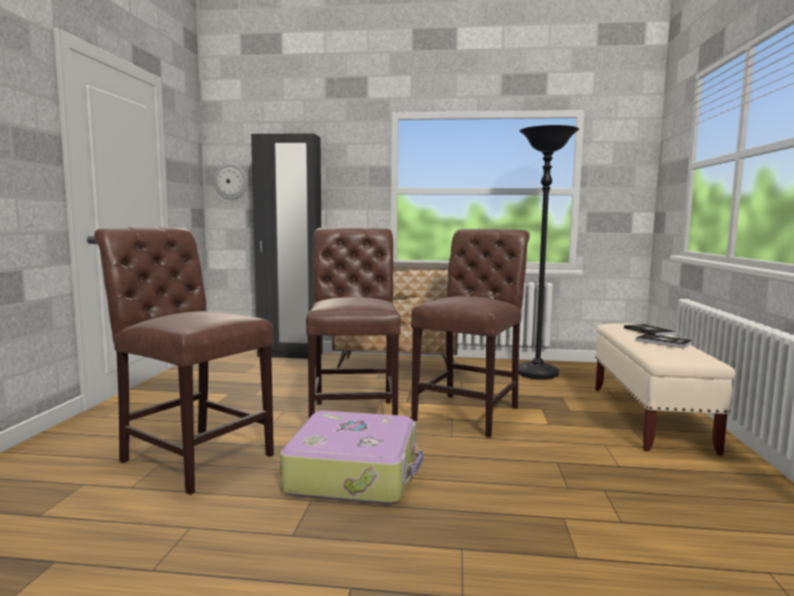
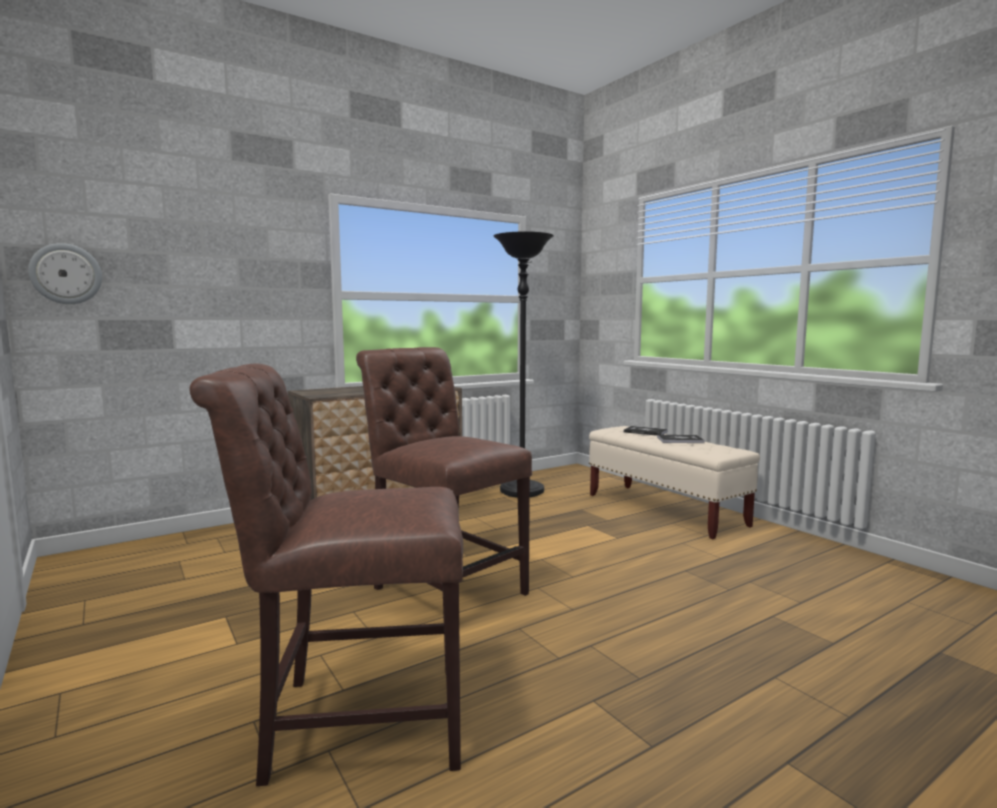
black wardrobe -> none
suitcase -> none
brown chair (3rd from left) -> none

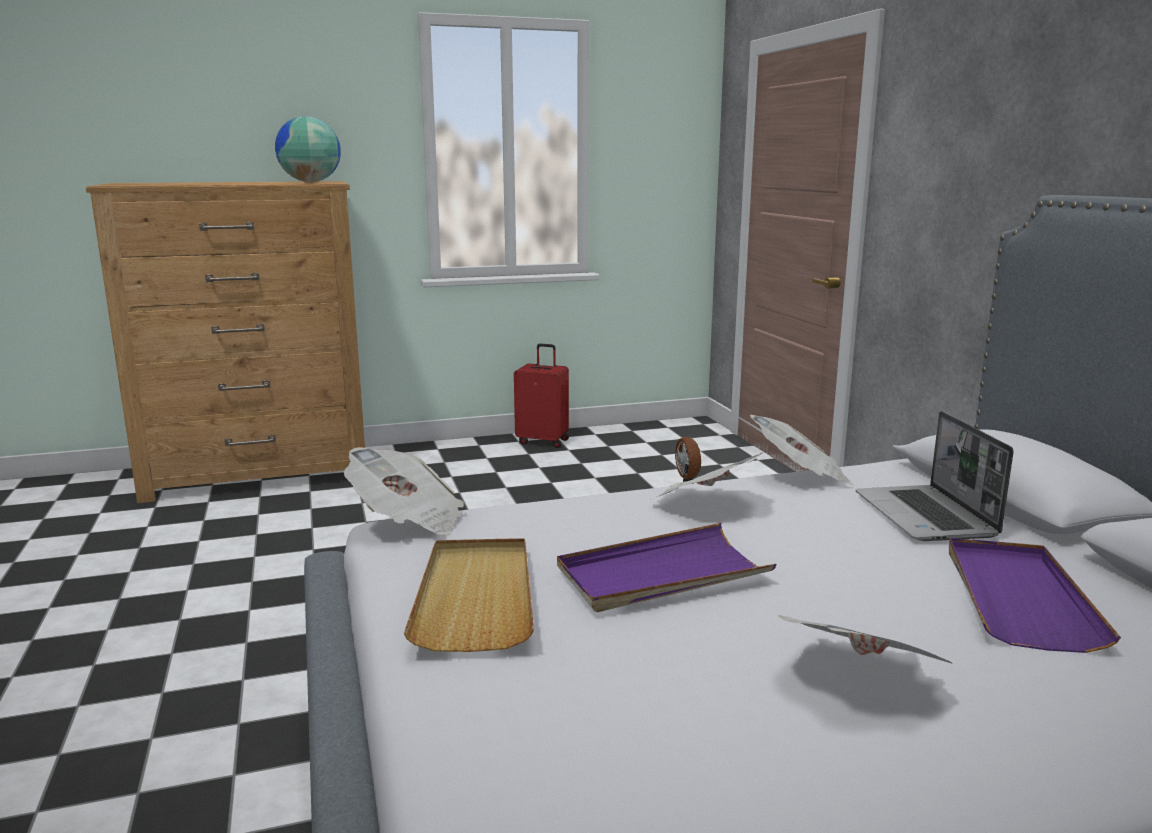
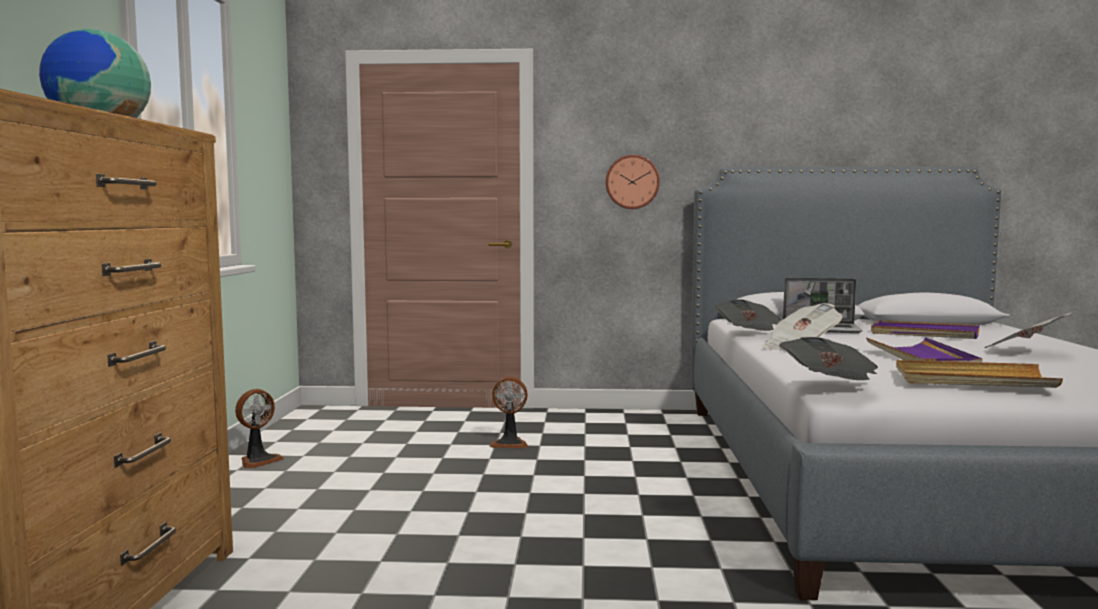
red suitcase -> fan (1st from left)
none -> wall clock

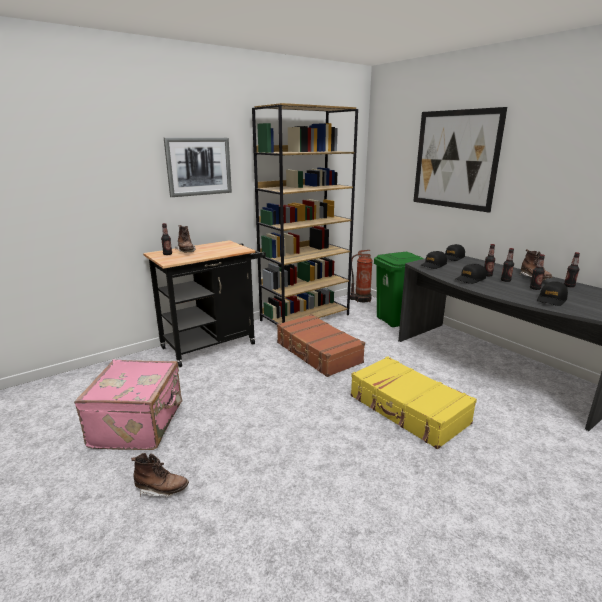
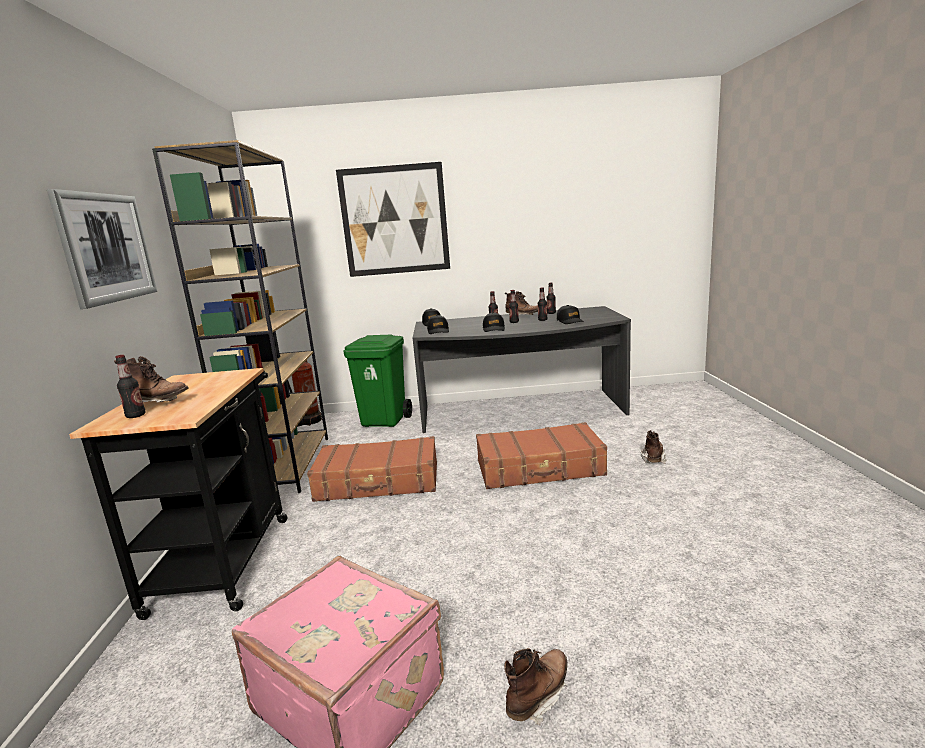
yellow suitcase -> brown suitcase (2nd from left)
none -> brown boot (4th from left)

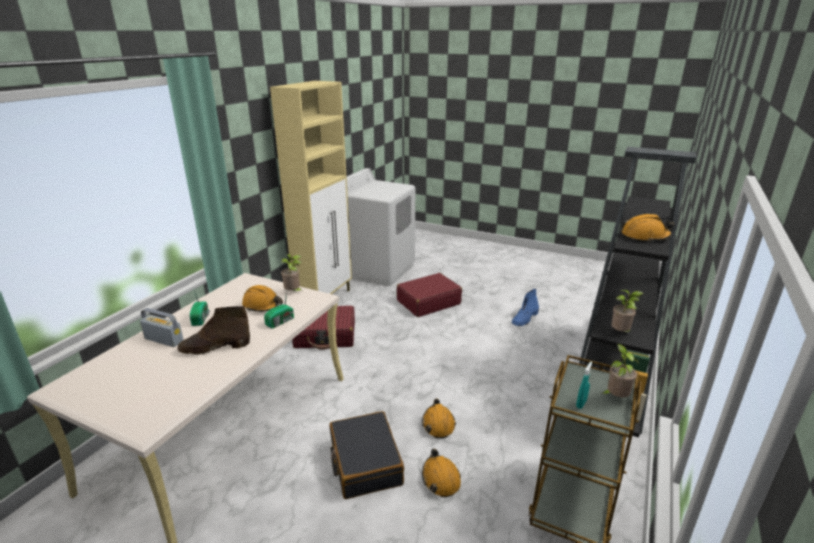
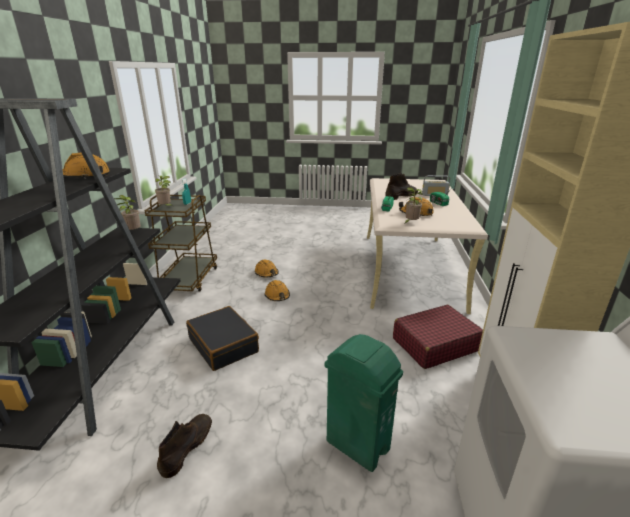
black suitcase, move
red suitcase (2nd from left) -> green trash can
blue boot -> brown boot (1st from left)

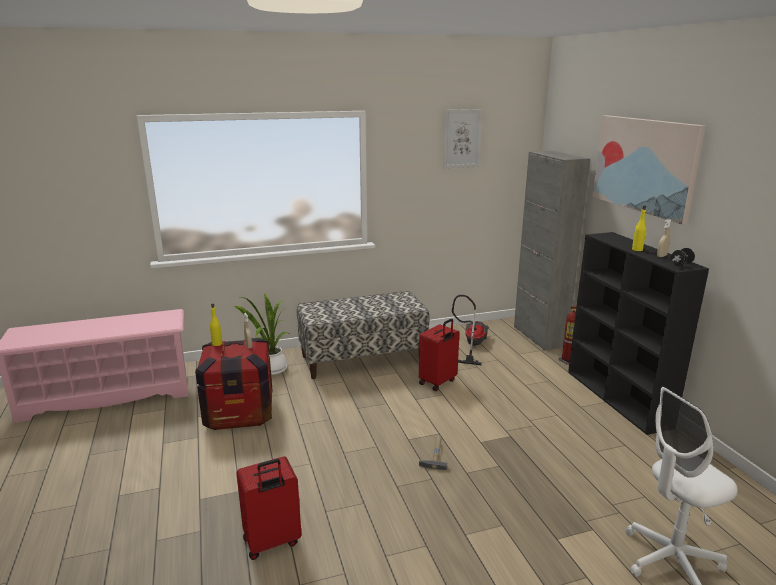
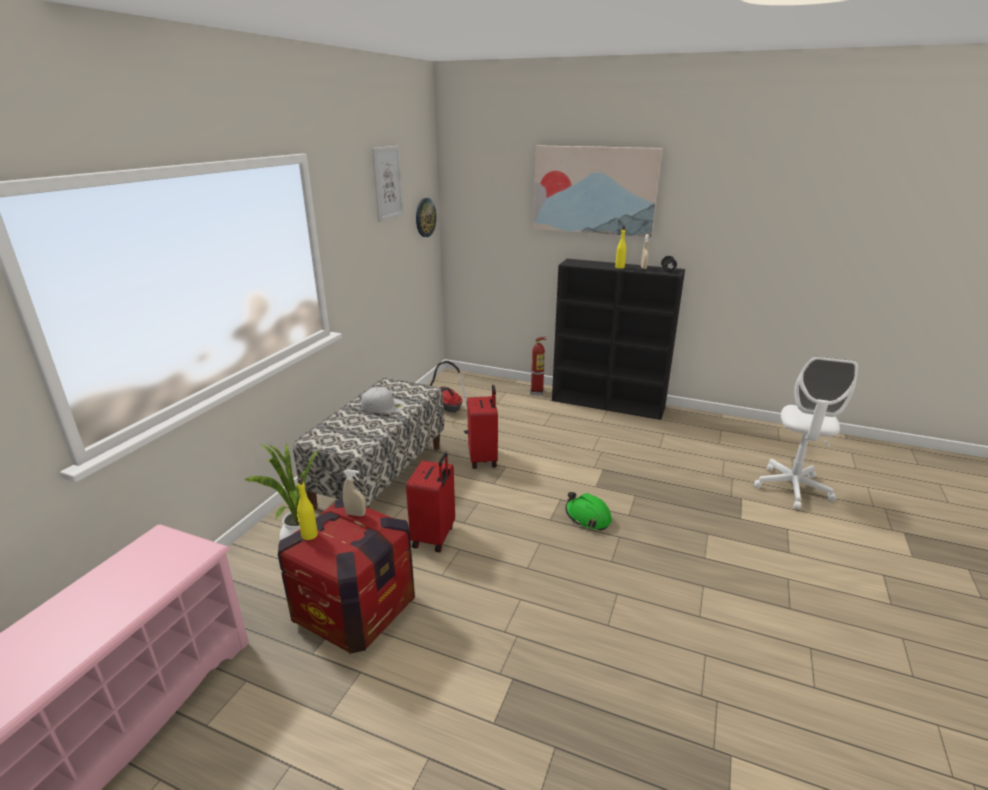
red suitcase (1st from left), move
hammer -> green hard hat
grey cabinet -> none
none -> white cap
none -> wall clock

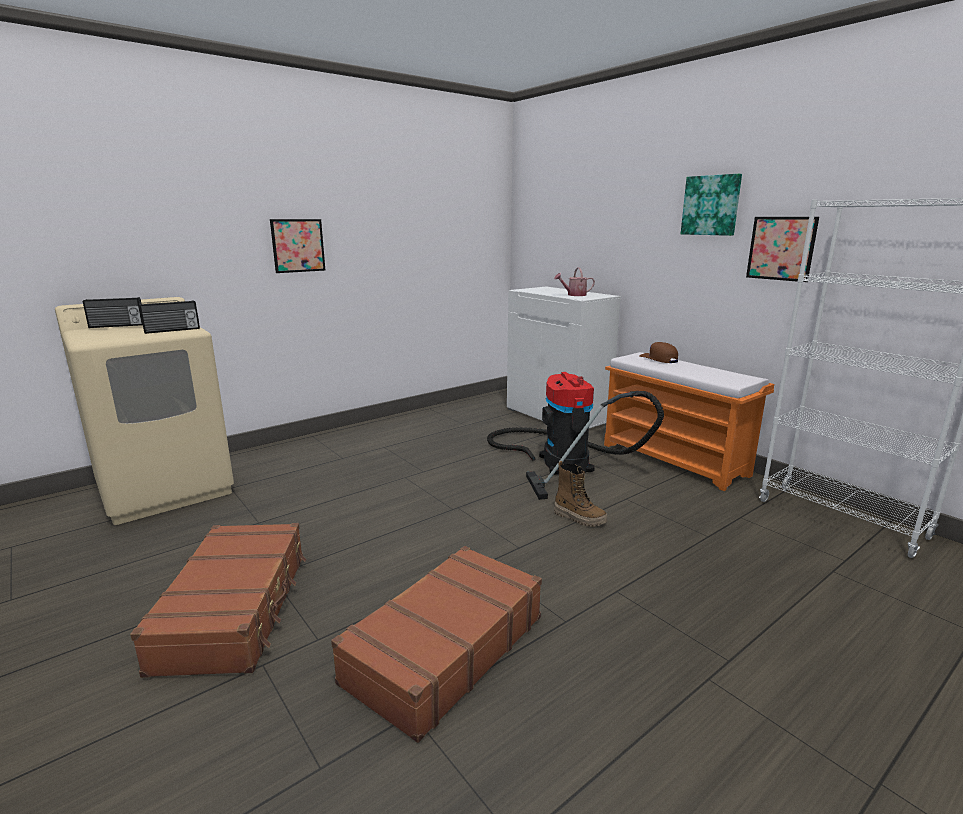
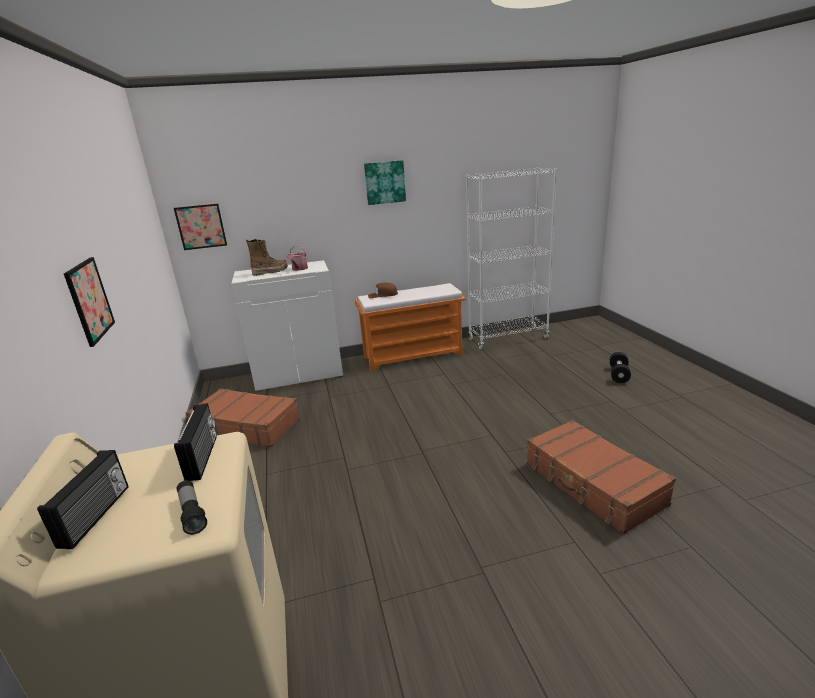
brown suitcase (1st from left), move
vacuum cleaner -> none
boot, move
picture (3rd from left in the first image) -> picture (2nd from left), move
none -> flashlight
none -> black dumbbell

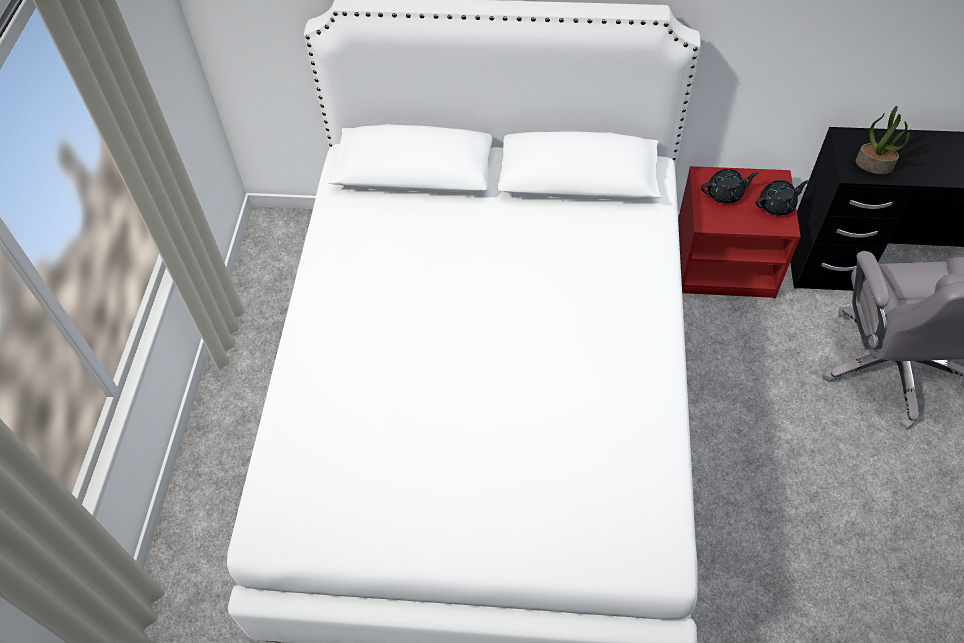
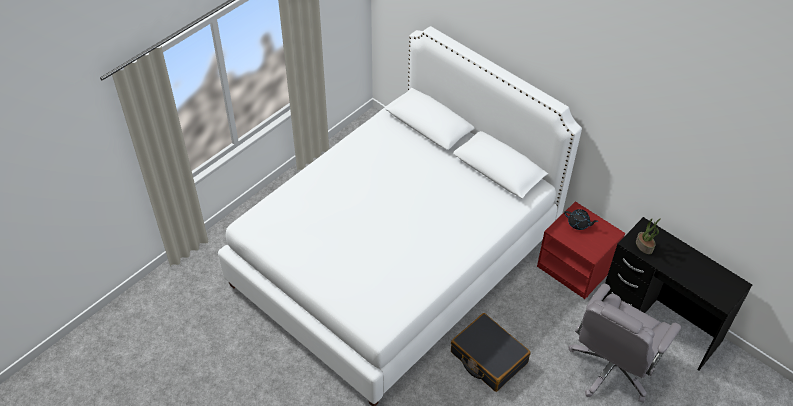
black teapot (2nd from left) -> none
none -> black suitcase

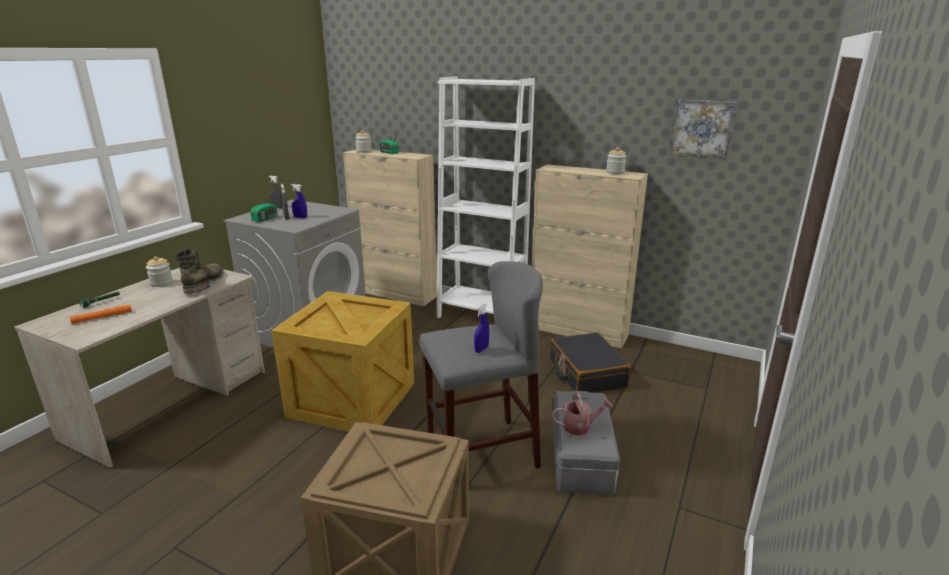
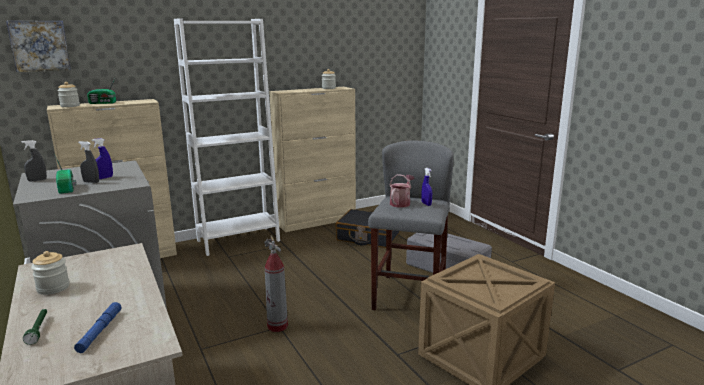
orange flashlight -> blue flashlight
green boot -> none
crate (1st from left) -> fire extinguisher
watering can, move
picture, move

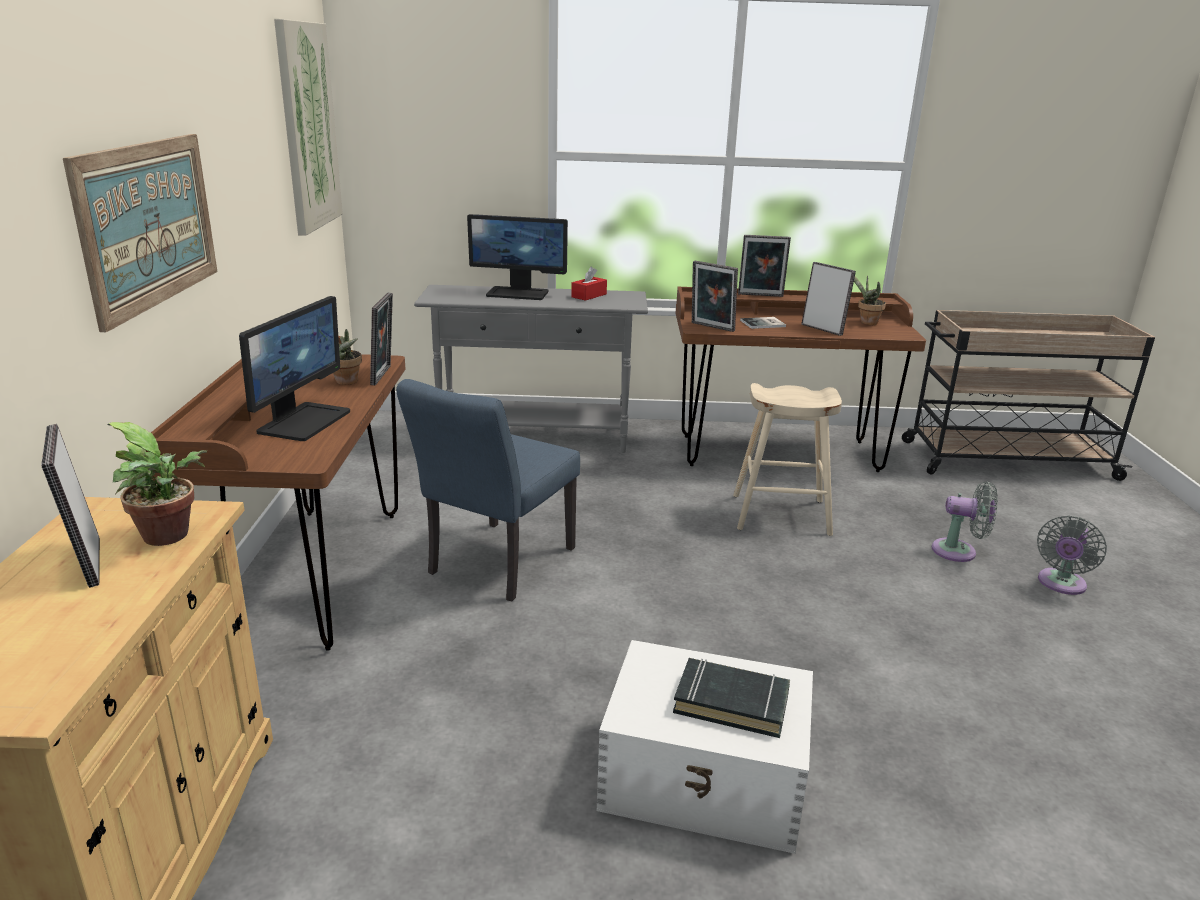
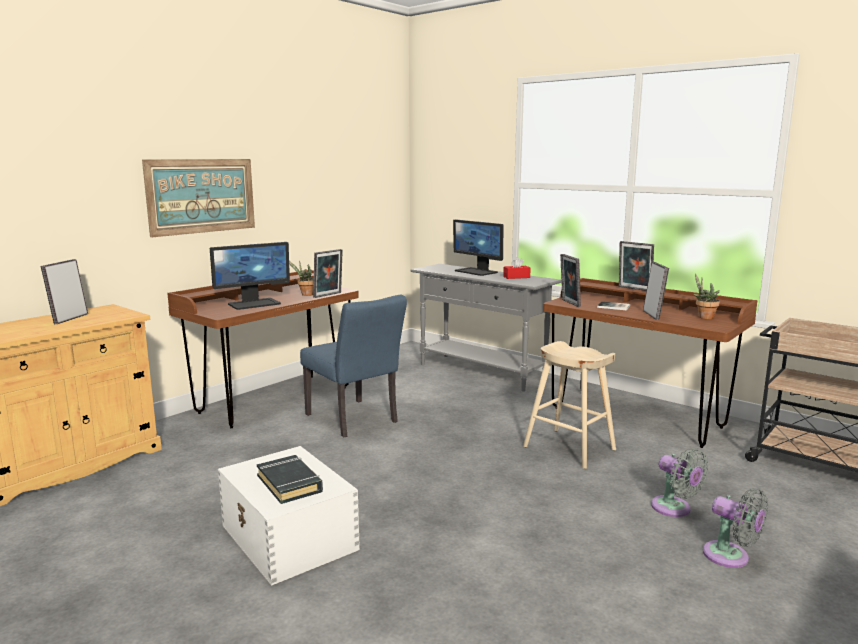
potted plant (1st from left) -> none
picture (2nd from left) -> none
blue chair, 105 degrees counterclockwise
grey fan (2nd from left), 120 degrees counterclockwise

